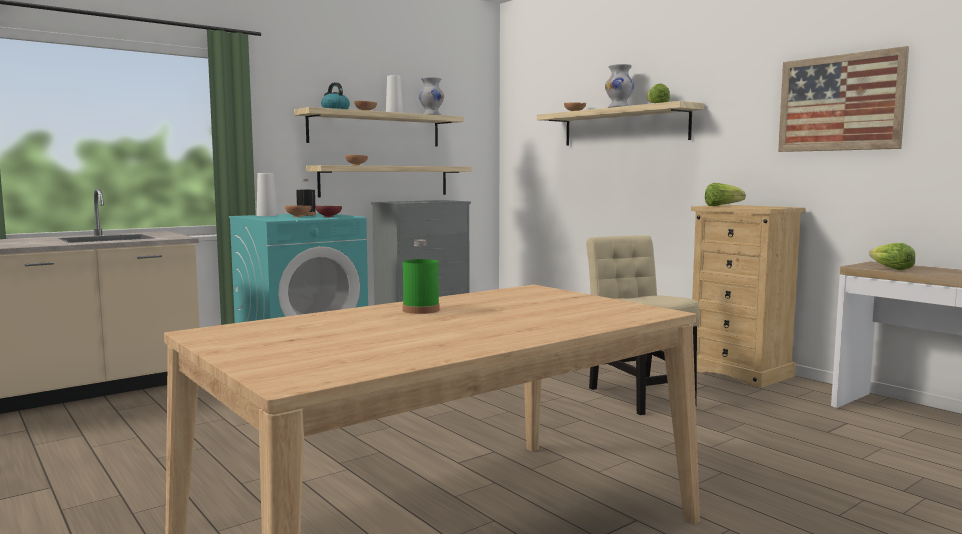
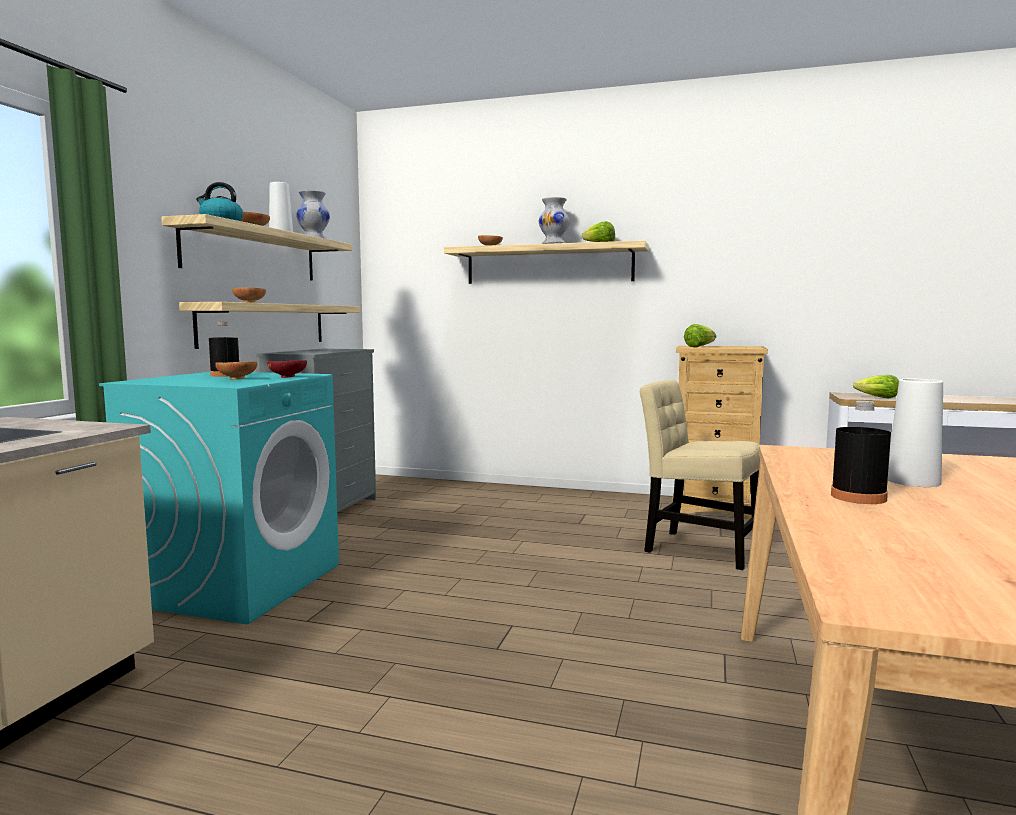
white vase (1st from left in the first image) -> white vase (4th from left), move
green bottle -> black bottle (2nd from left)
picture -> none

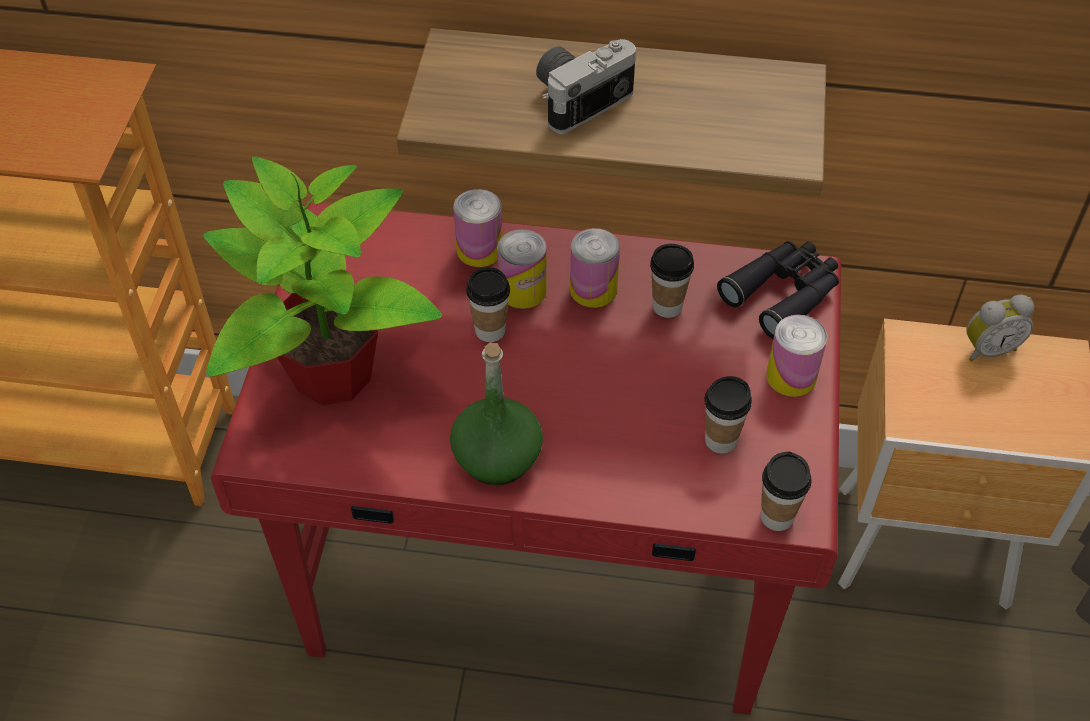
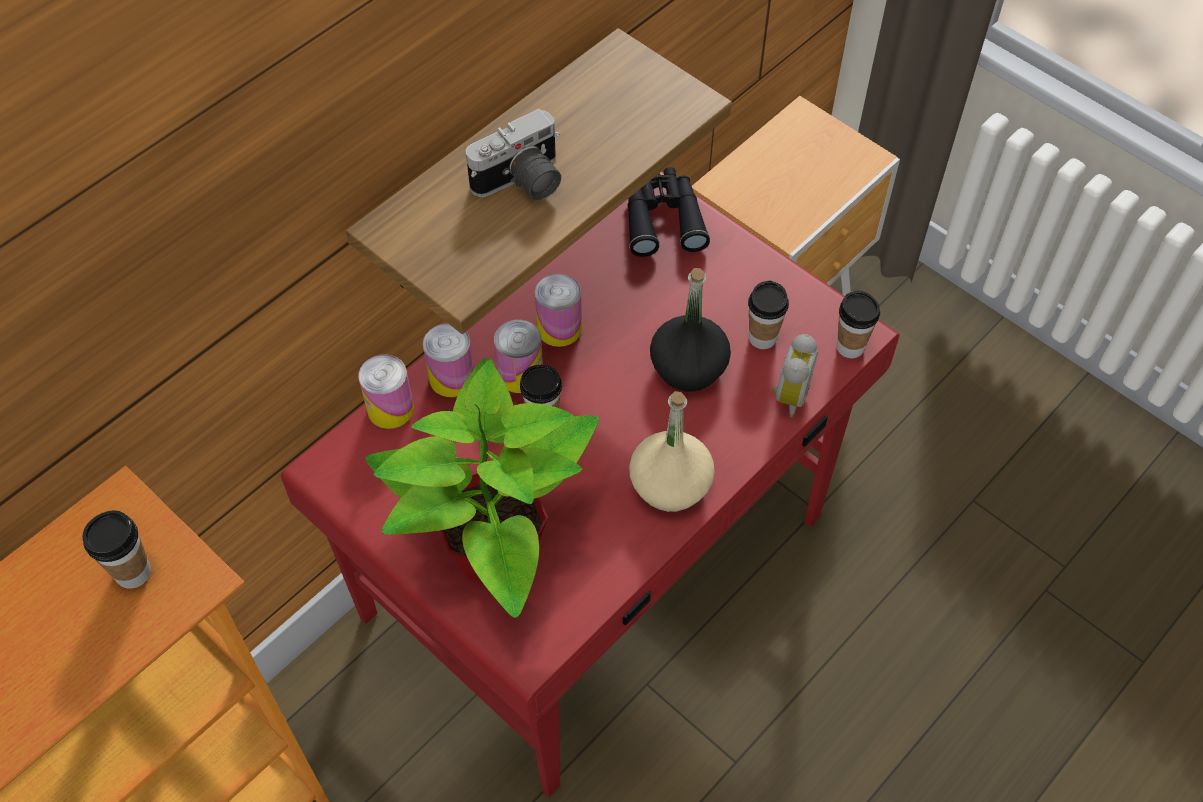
green bottle -> beige bottle
photo camera, 120 degrees counterclockwise
cup (2nd from left in the first image) -> cup (1st from left), move
can (4th from left in the first image) -> can (1st from left), move
alarm clock, move
none -> black bottle

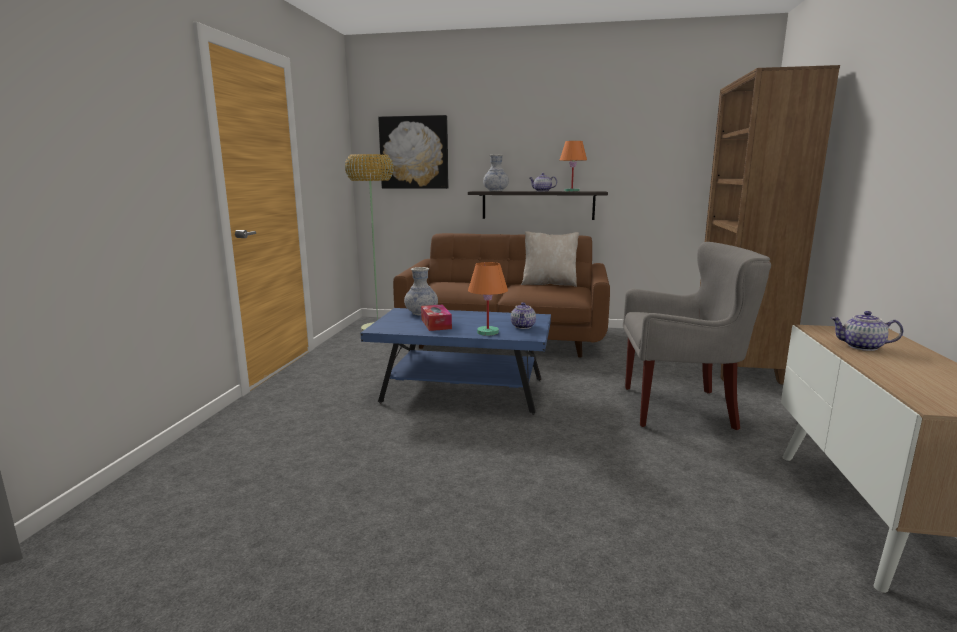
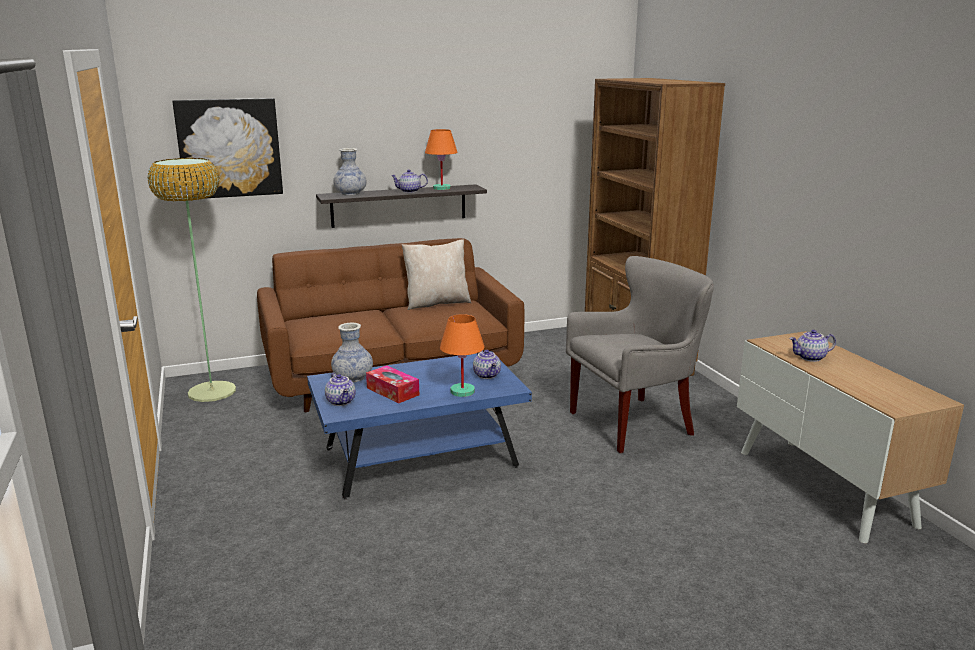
none -> teapot (1st from left)

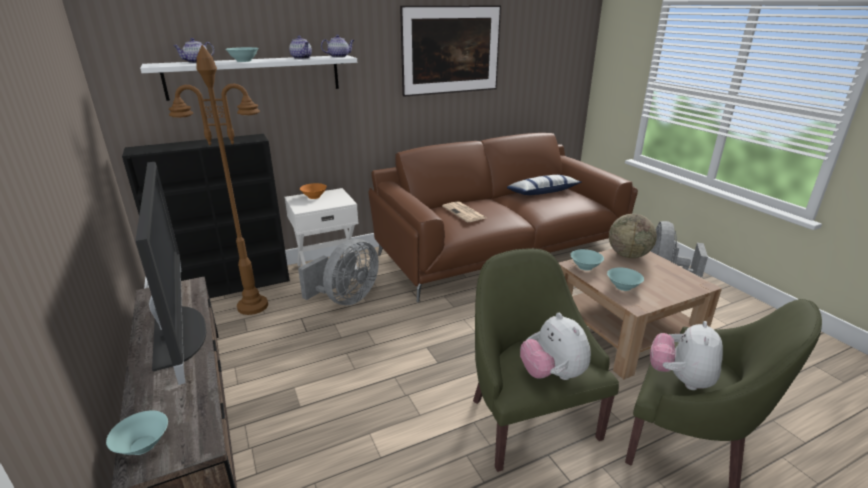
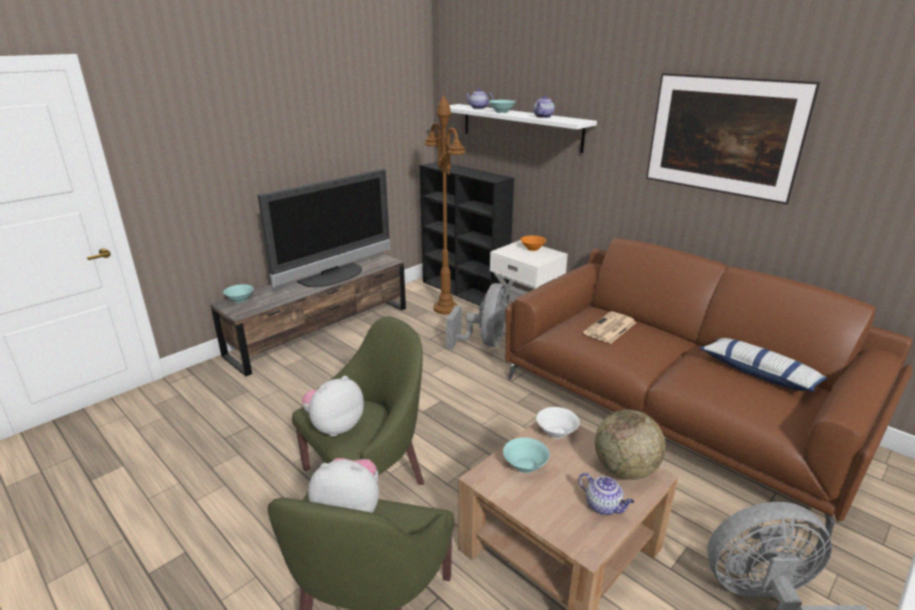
grey fan (1st from left), 90 degrees counterclockwise
teapot (3rd from left), move
turquoise bowl (3rd from left) -> white bowl

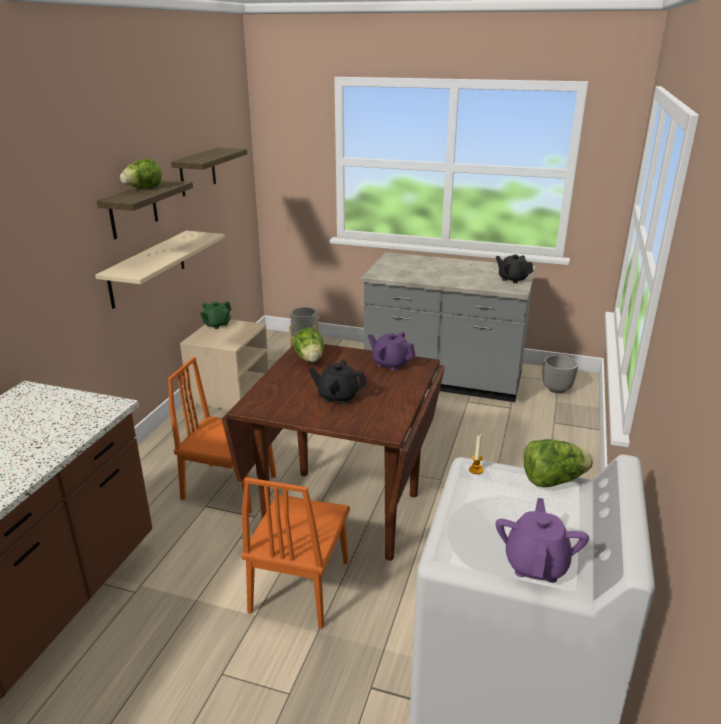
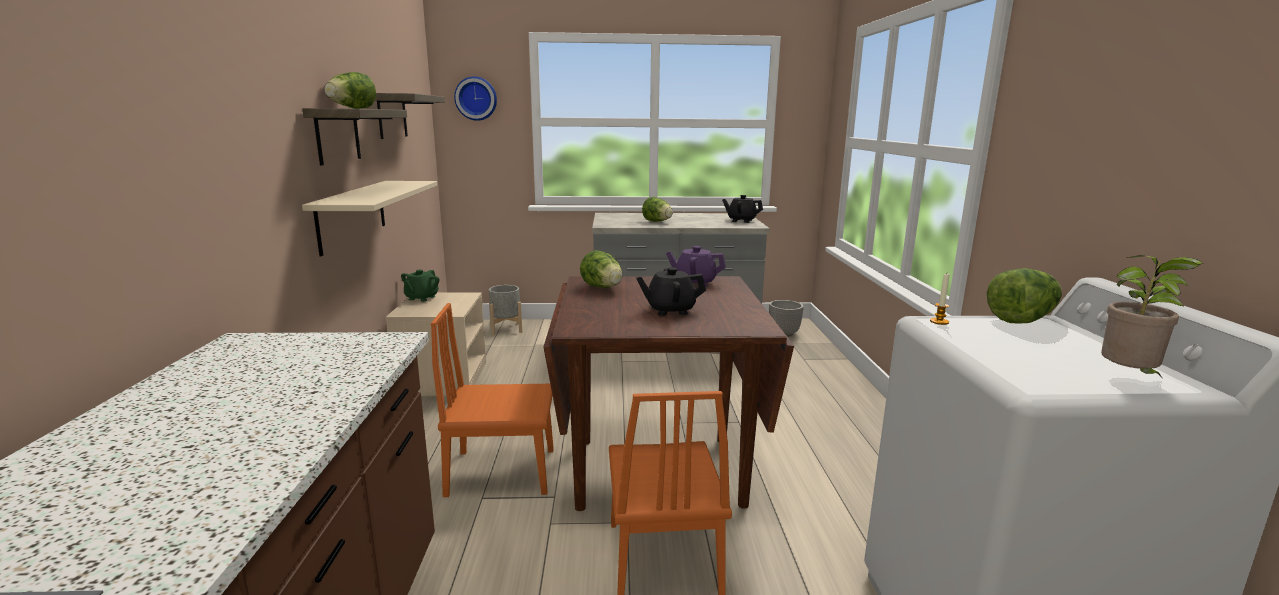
purple teapot (2nd from left) -> potted plant
none -> wall clock
none -> lettuce (3rd from left)

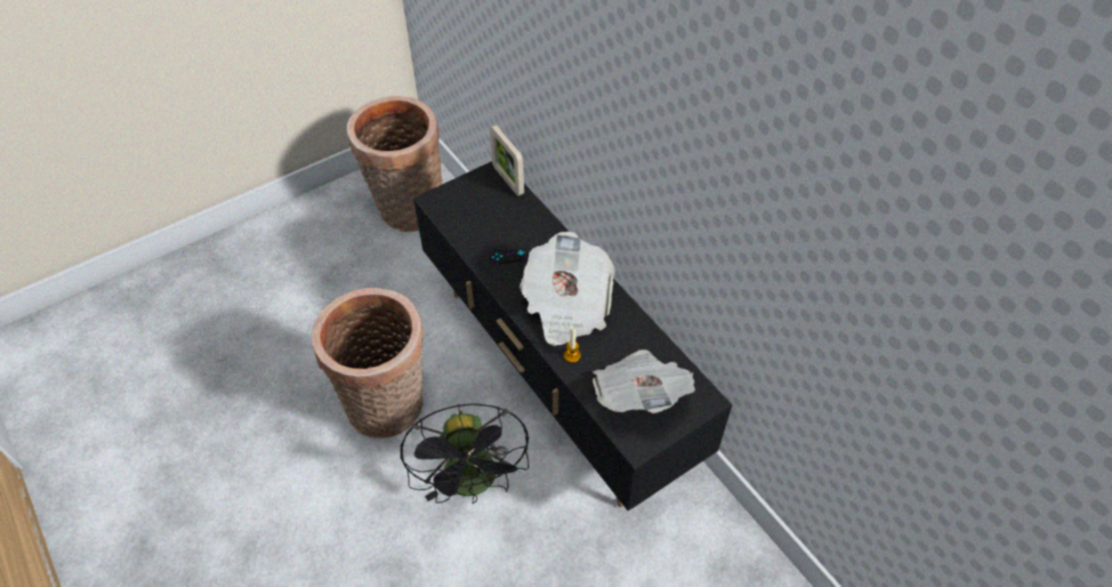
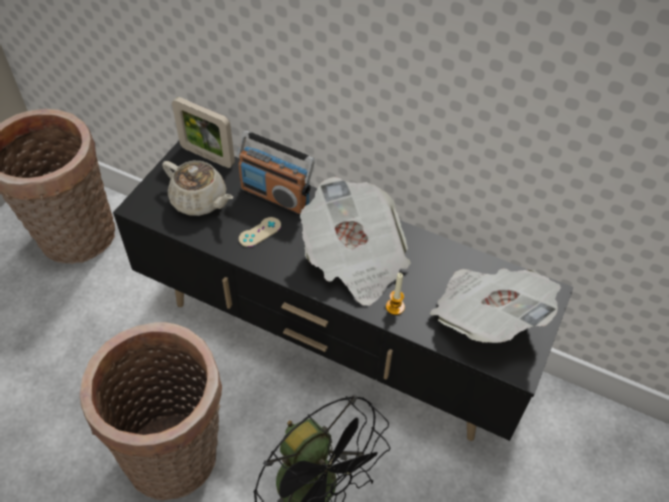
black game controller -> beige game controller
none -> beige teapot
none -> radio

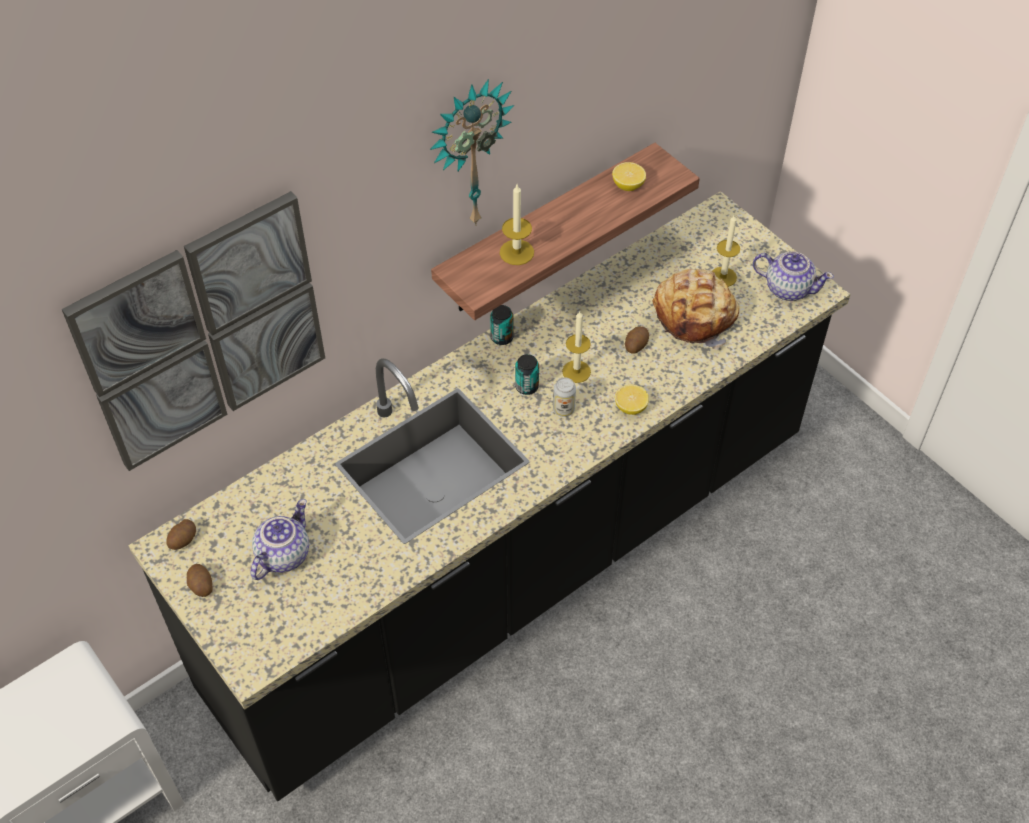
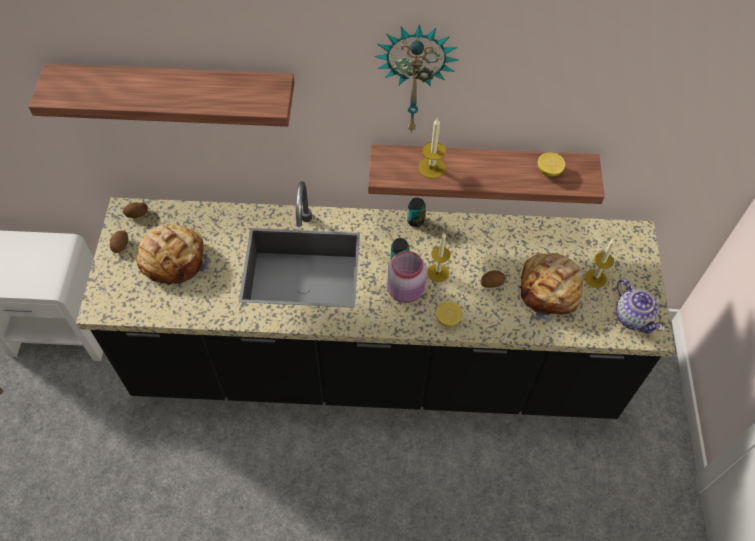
picture -> shelf (1st from left)
teapot (1st from left) -> bread (1st from left)
can (3rd from left) -> pink jar

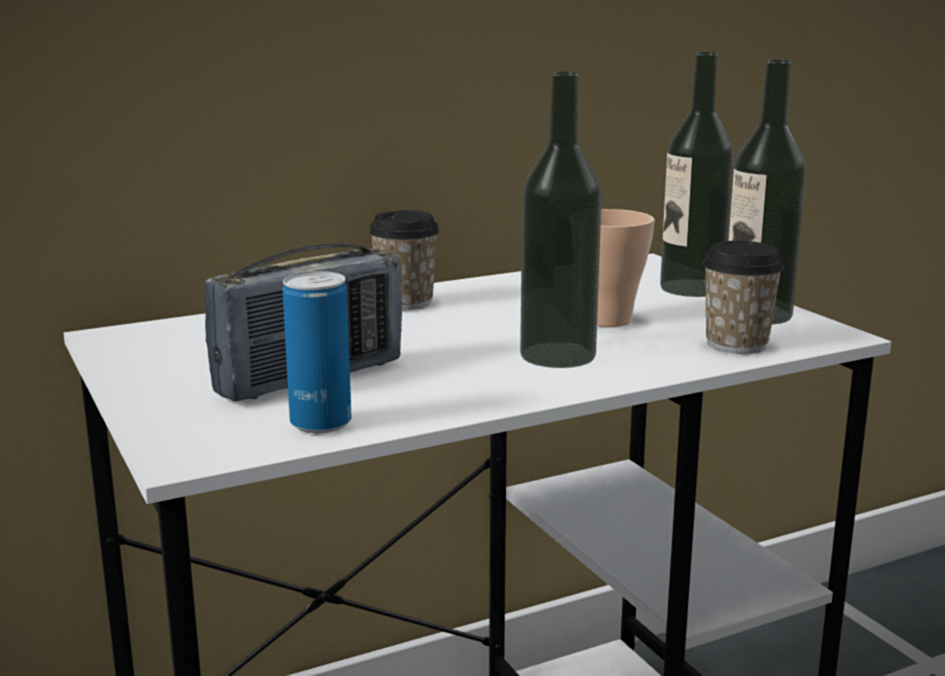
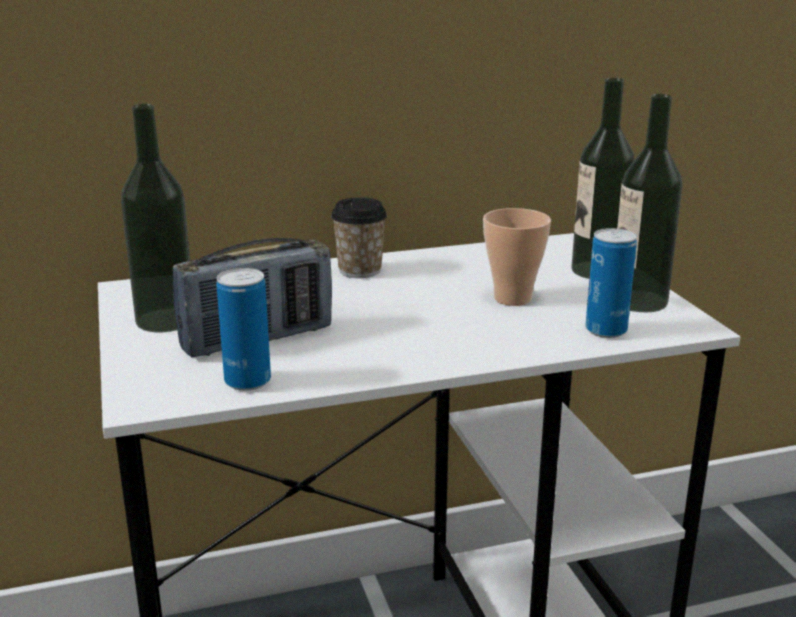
bottle (1st from left), move
cup (3rd from left) -> can (2nd from left)

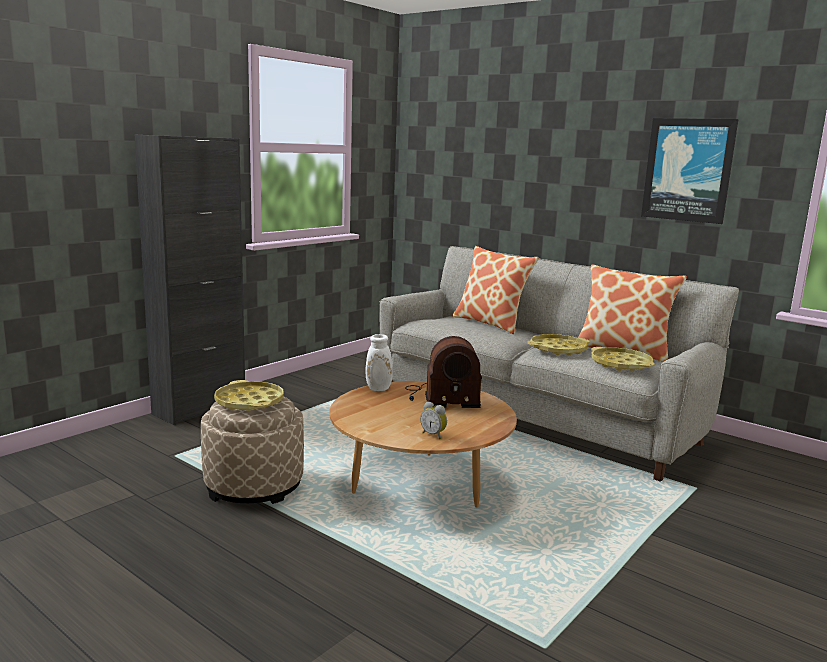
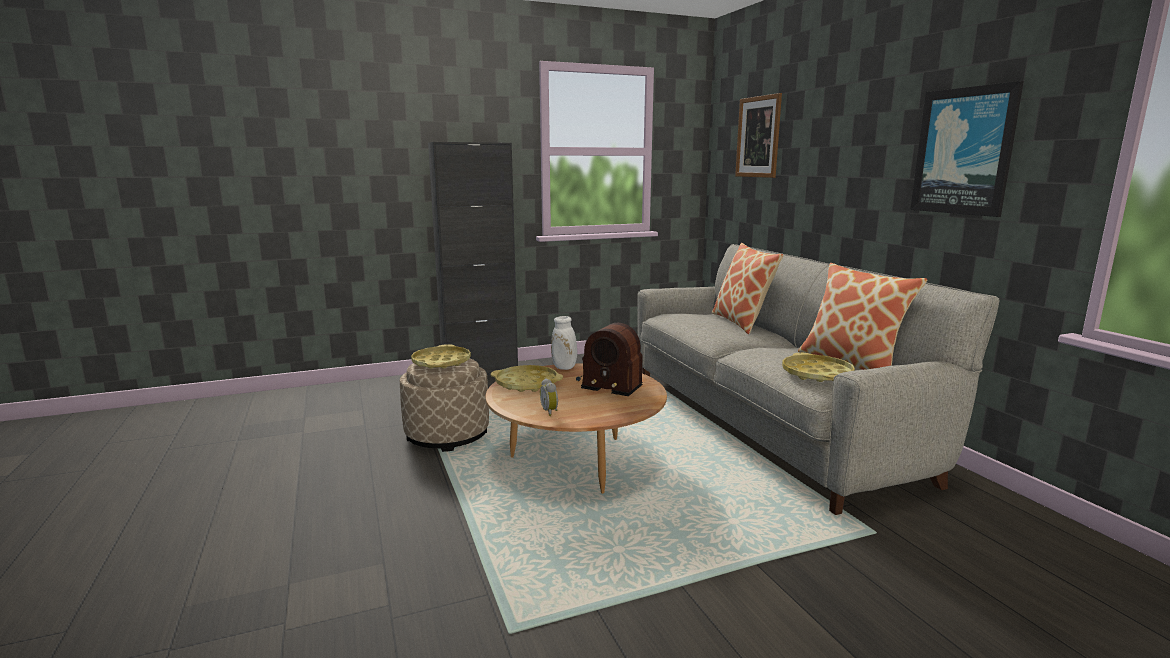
yellow tray (2nd from left), move
none -> picture (1st from left)

